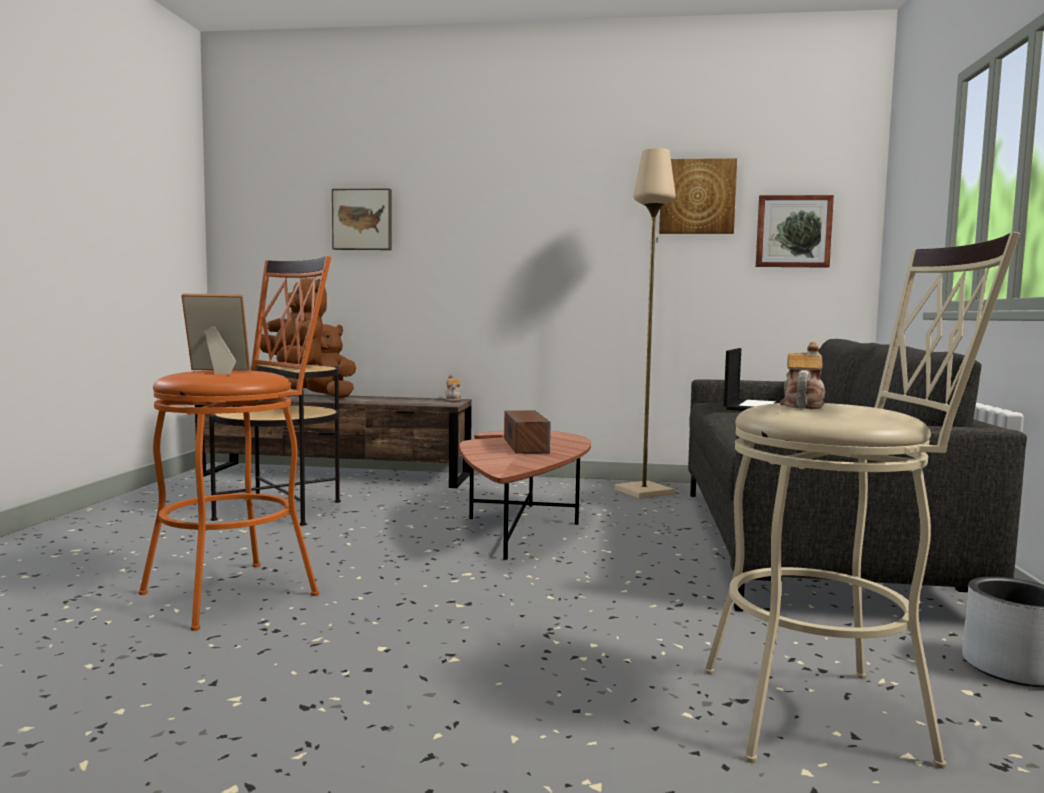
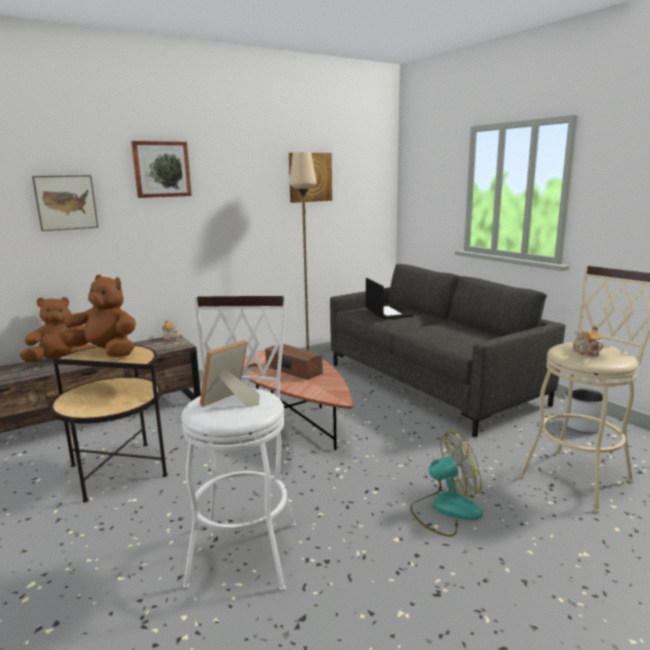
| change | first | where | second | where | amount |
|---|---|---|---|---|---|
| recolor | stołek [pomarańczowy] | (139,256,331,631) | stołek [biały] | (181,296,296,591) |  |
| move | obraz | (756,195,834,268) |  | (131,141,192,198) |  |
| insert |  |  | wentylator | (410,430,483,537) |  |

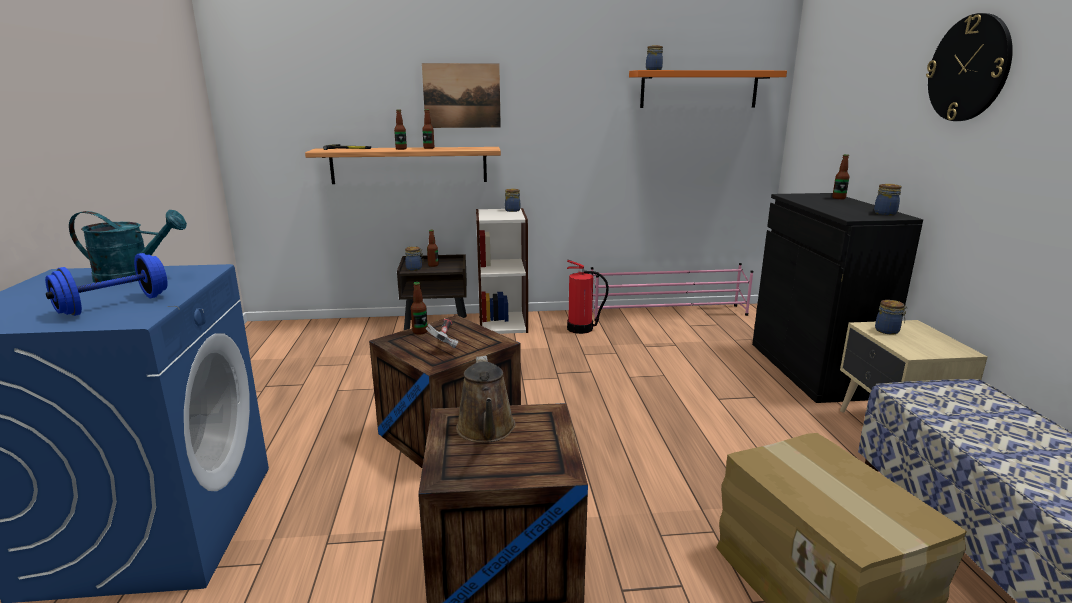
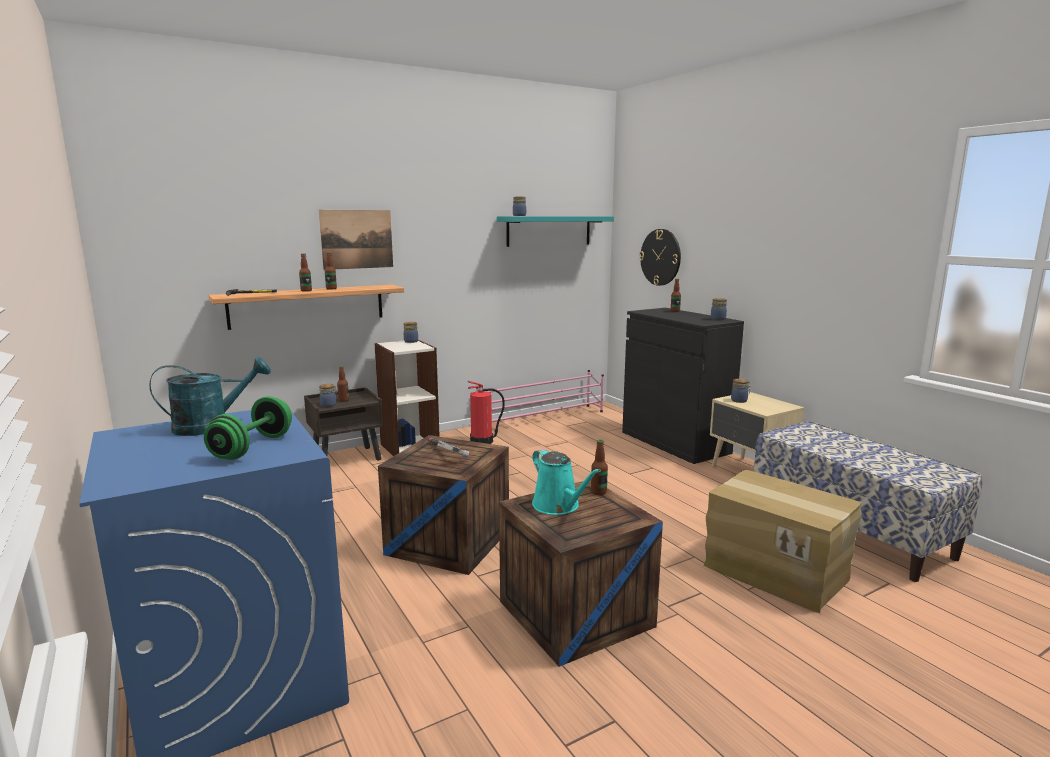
| change | first | where | second | where | amount |
|---|---|---|---|---|---|
| recolor | hantel [niebieski] | (45,253,168,316) | hantel [zielony] | (204,396,292,460) |  |
| move | butelka | (411,282,428,335) |  | (591,439,608,495) |  |
| recolor | konewka [brązowy] | (456,356,516,443) | konewka [turkusowy] | (532,449,601,515) |  |
| recolor | półka [pomarańczowy] | (629,70,787,108) | półka [turkusowy] | (497,216,614,247) |  |
| move | zegar ścienny | (926,13,1013,121) |  | (639,229,681,286) |  |

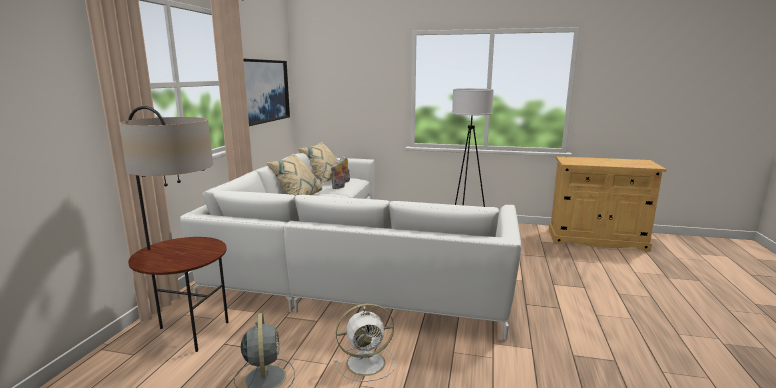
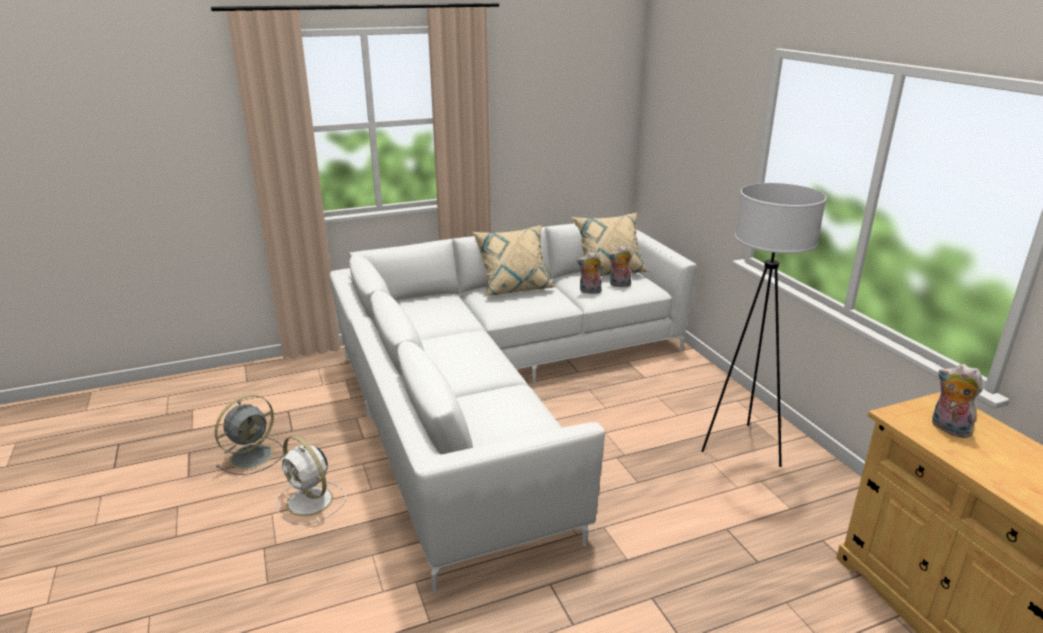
| change | first | where | second | where | amount |
|---|---|---|---|---|---|
| delete | lampa stojąca | (119,106,228,352) |  |  |  |
| delete | obraz | (243,59,290,126) |  |  |  |
| insert |  |  | pluszak | (932,364,983,438) |  |

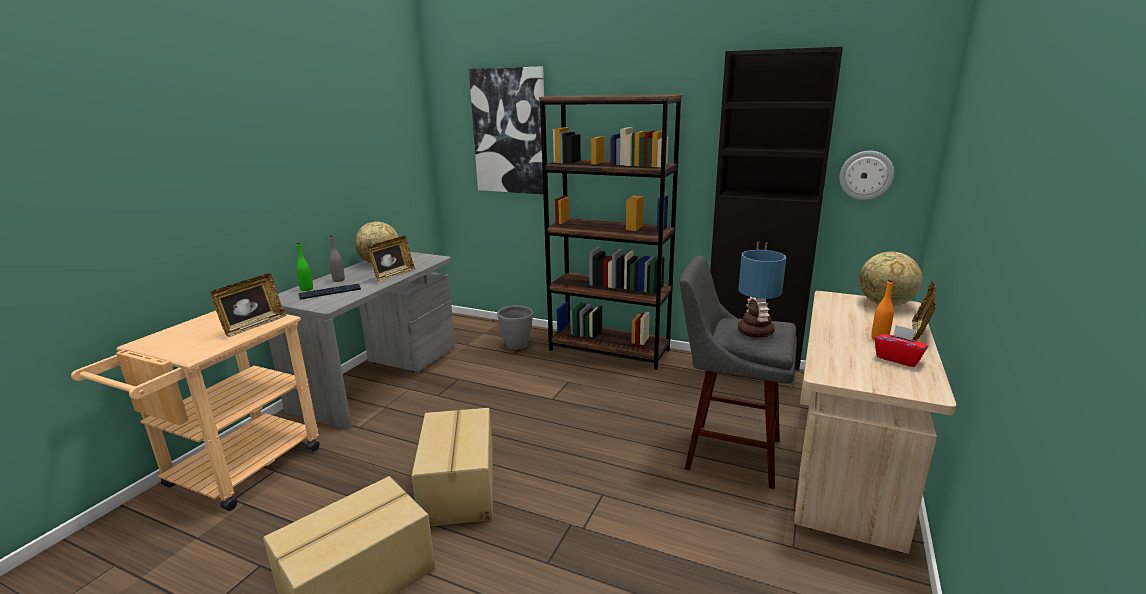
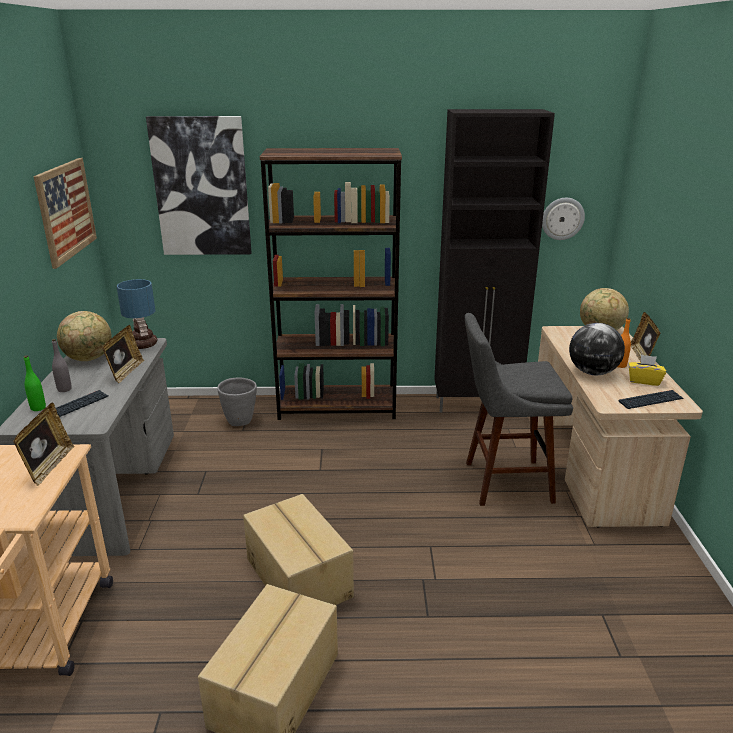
| change | first | where | second | where | amount |
|---|---|---|---|---|---|
| move | lampa stołowa | (738,250,786,338) |  | (117,279,158,349) |  |
| recolor | pudełko chusteczek [czerwony] | (875,325,928,367) | pudełko chusteczek [żółty] | (628,355,666,386) |  |
| insert |  |  | obraz | (33,158,97,269) |  |
| insert |  |  | globus | (569,323,625,375) |  |
| insert |  |  | klawiatura | (618,390,683,409) |  |

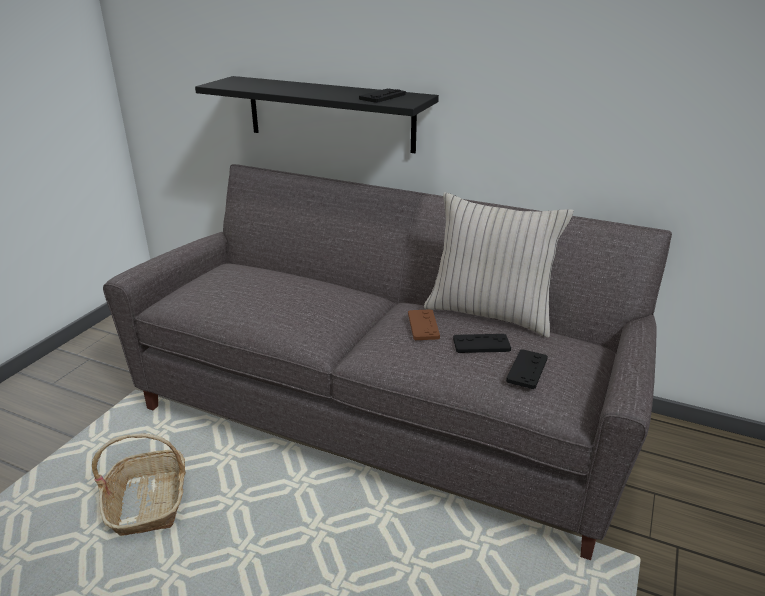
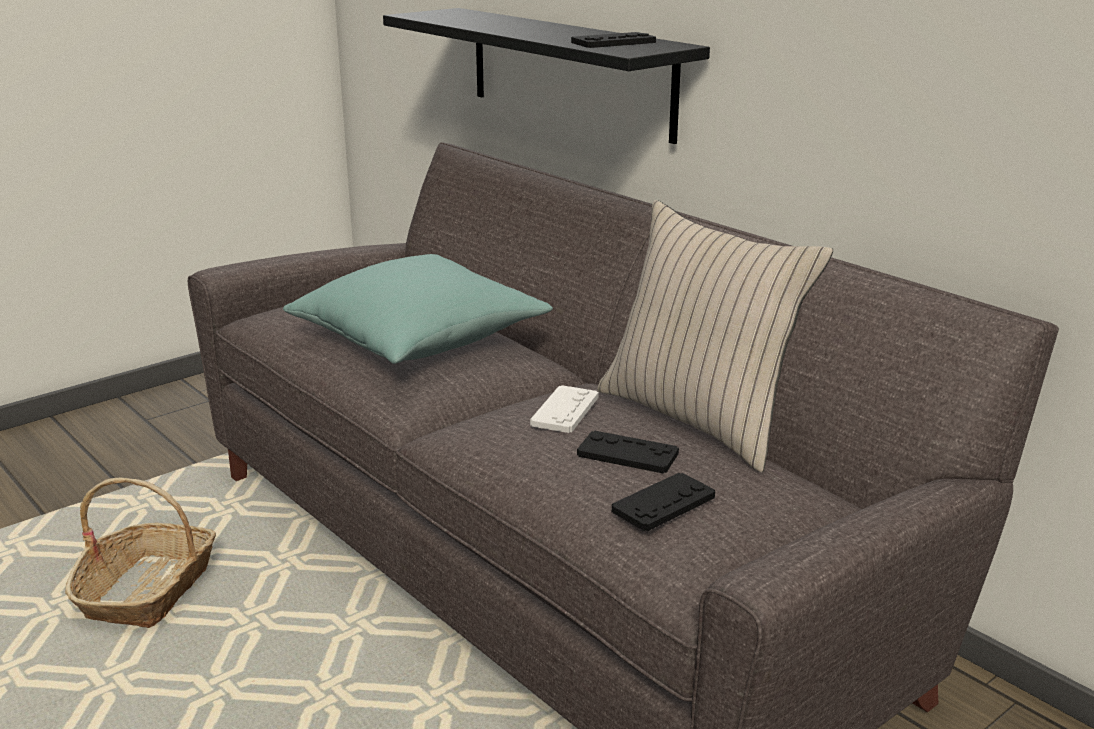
| change | first | where | second | where | amount |
|---|---|---|---|---|---|
| recolor | pad do gier [brązowy] | (408,309,440,340) | pad do gier [biały] | (530,385,599,433) |  |
| insert |  |  | poduszka [turkusowy] | (283,254,553,364) |  |

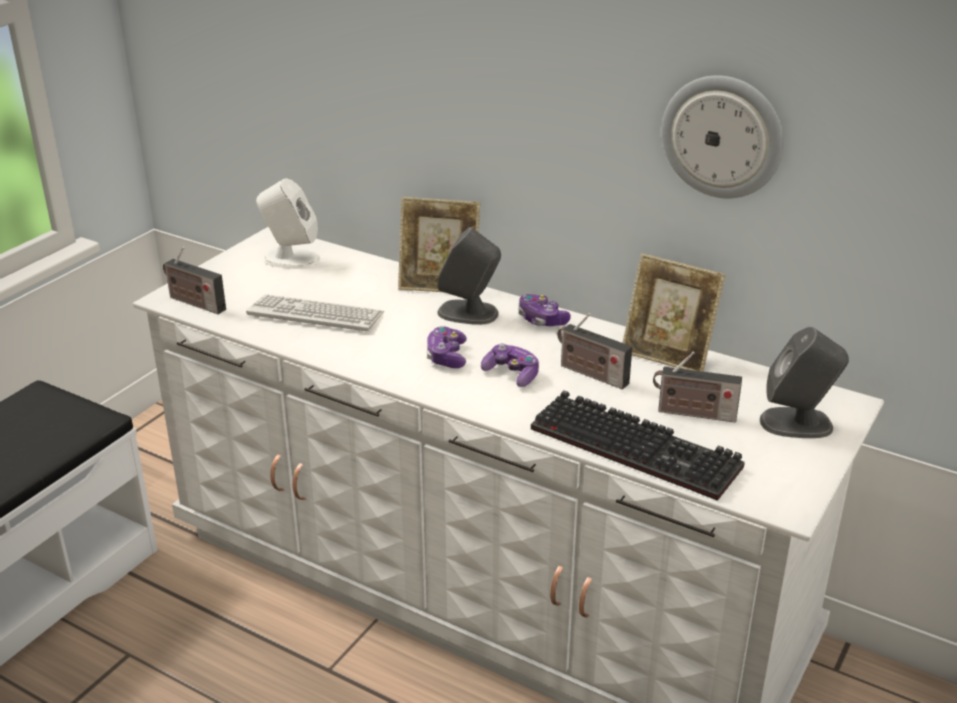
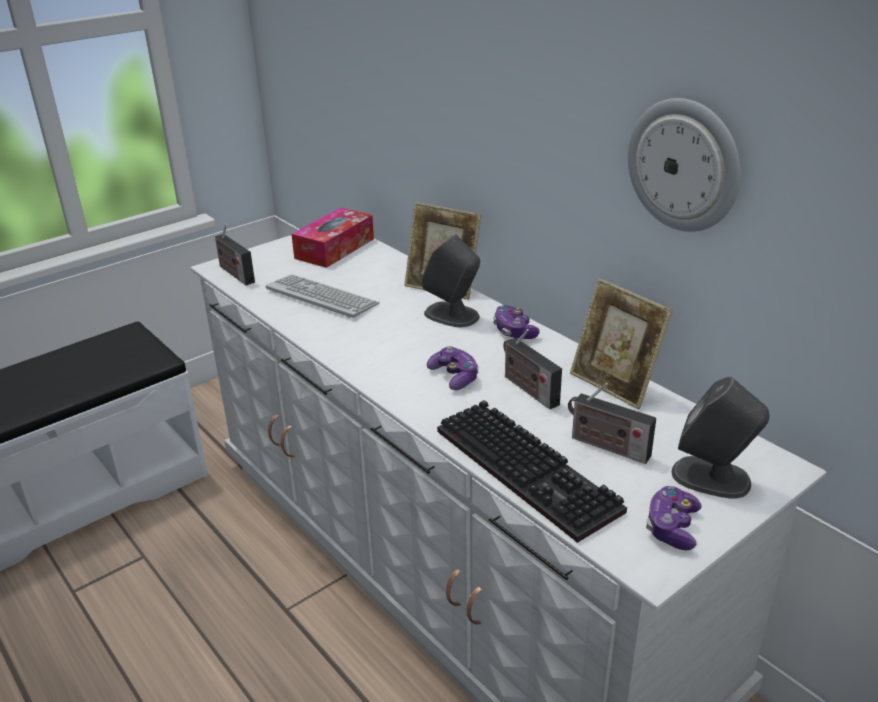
| change | first | where | second | where | amount |
|---|---|---|---|---|---|
| replace | głośnik [biały] | (256,178,320,269) | pudełko chusteczek | (291,208,374,268) |  |
| move | pad do gier | (426,326,467,368) |  | (646,486,702,550) |  |

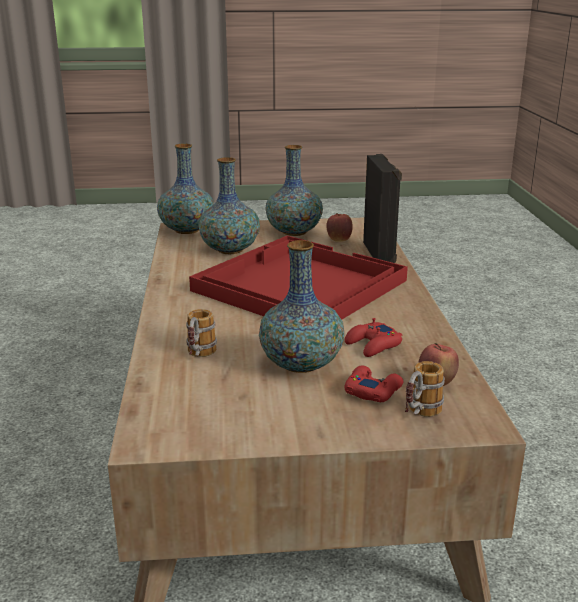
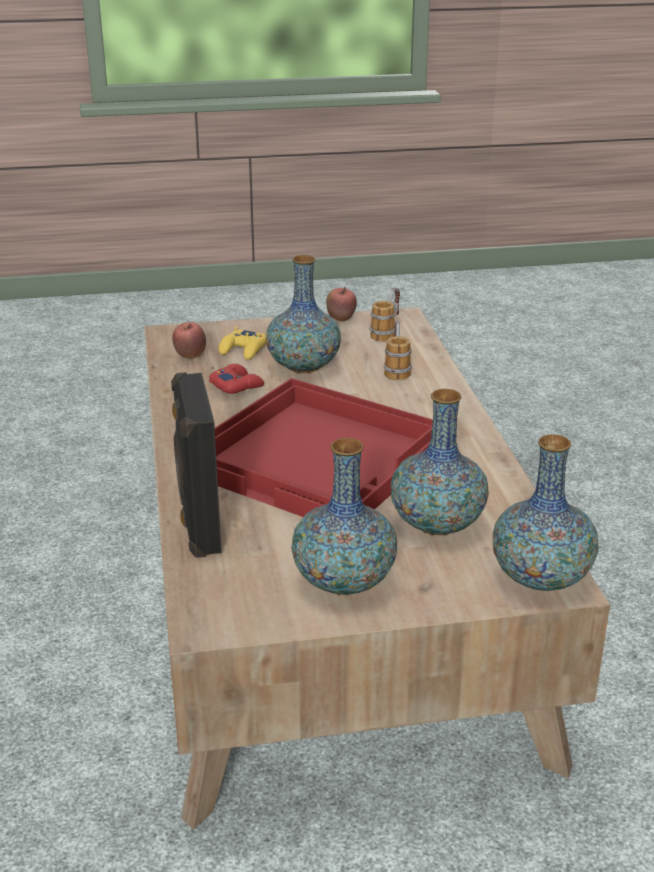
| change | first | where | second | where | amount |
|---|---|---|---|---|---|
| move | jabłko | (326,213,353,242) |  | (326,287,357,322) |  |
| recolor | pad do gier [czerwony] | (345,365,403,402) | pad do gier [żółty] | (219,326,266,360) |  |
| move | kubek | (405,361,445,417) |  | (370,287,400,342) |  |

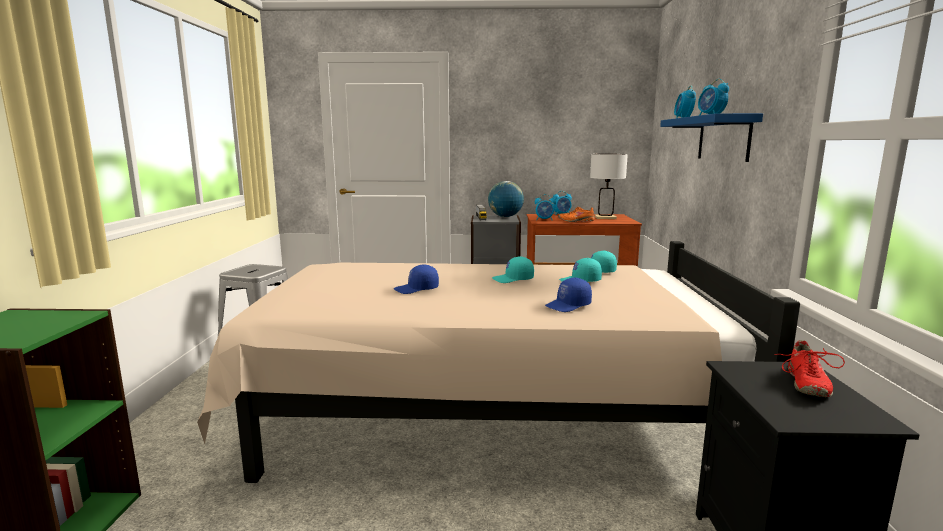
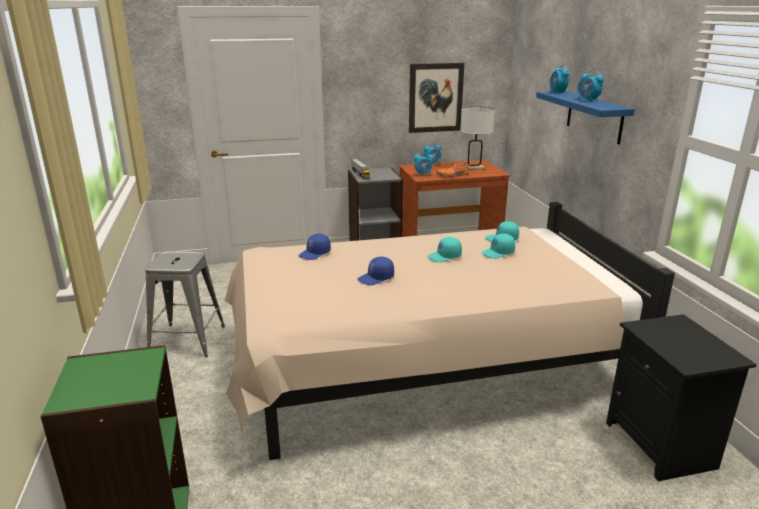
| change | first | where | second | where | amount |
|---|---|---|---|---|---|
| delete | globus | (488,181,524,217) |  |  |  |
| move | czapka z daszkiem [niebieski] | (545,278,592,312) |  | (298,234,331,260) |  |
| delete | but [czerwony] | (774,340,845,397) |  |  |  |
| insert |  |  | obraz | (409,63,464,133) |  |

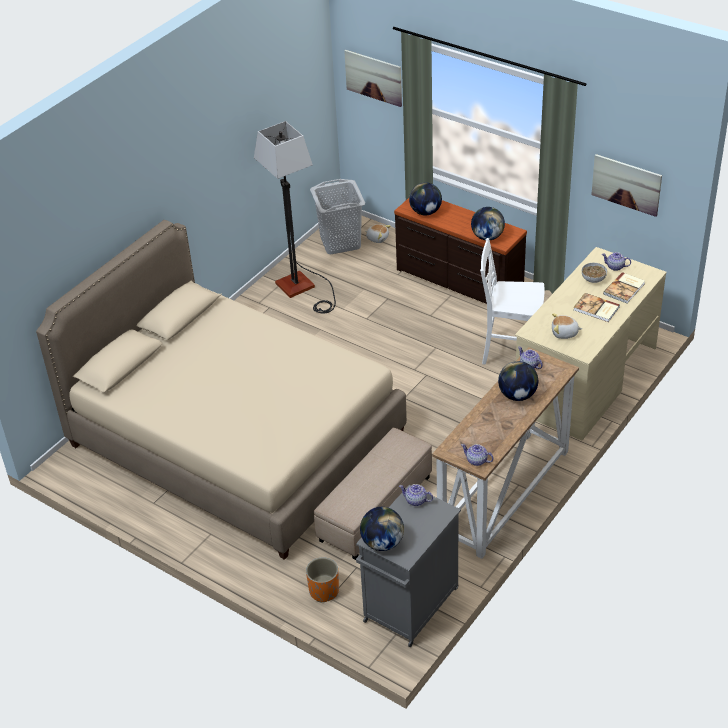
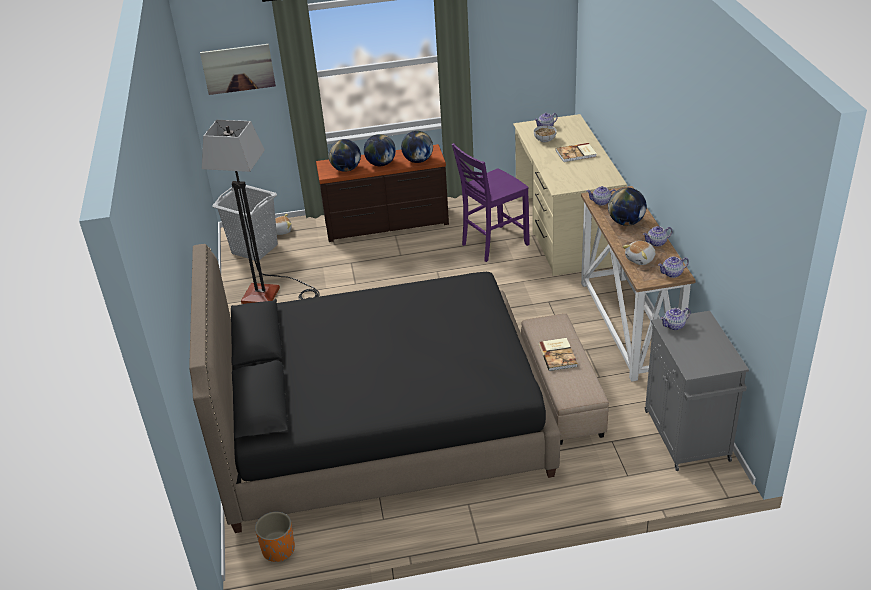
| change | first | where | second | where | amount |
|---|---|---|---|---|---|
| recolor | łóżko [beżowy] | (36,220,407,560) | łóżko [czarny] | (189,244,560,533) |  |
| move | donica [pomarańczowy] | (306,557,339,602) |  | (255,512,295,562) |  |
| move | globus | (360,507,404,551) |  | (364,134,396,166) |  |
| recolor | krzesło [biały] | (480,238,544,365) | krzesło [fioletowy] | (452,143,530,262) |  |
| move | pluszak | (552,313,583,339) |  | (622,241,656,265) |  |
| delete | obraz | (591,154,662,217) |  |  |  |
| move | książka | (603,272,645,303) |  | (538,338,578,371) |  |
| insert |  |  | imbryk | (643,226,672,247) |  |

